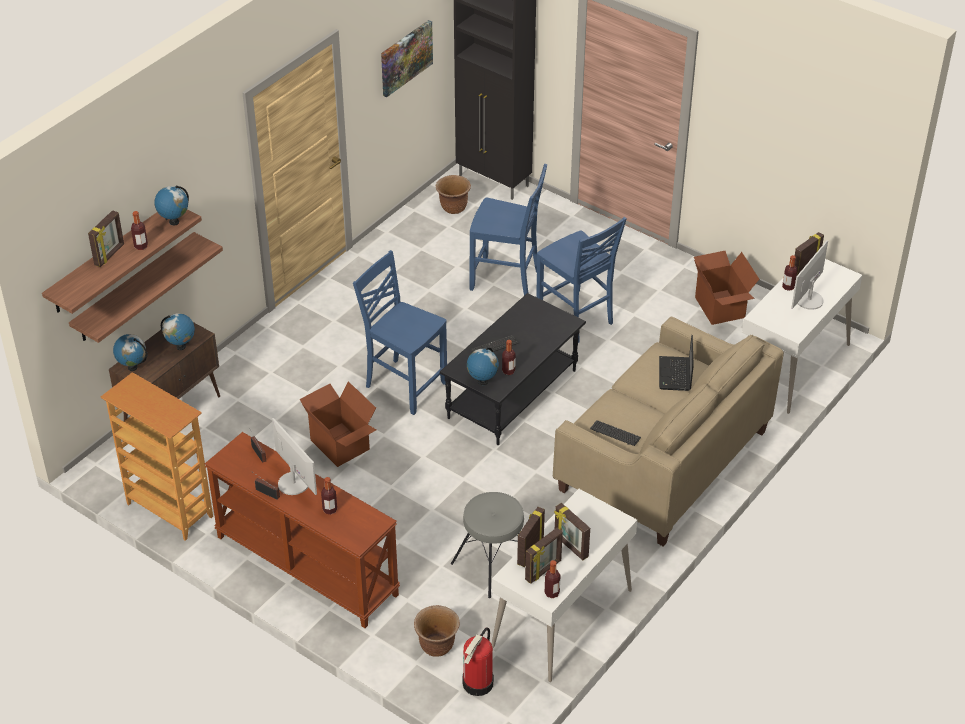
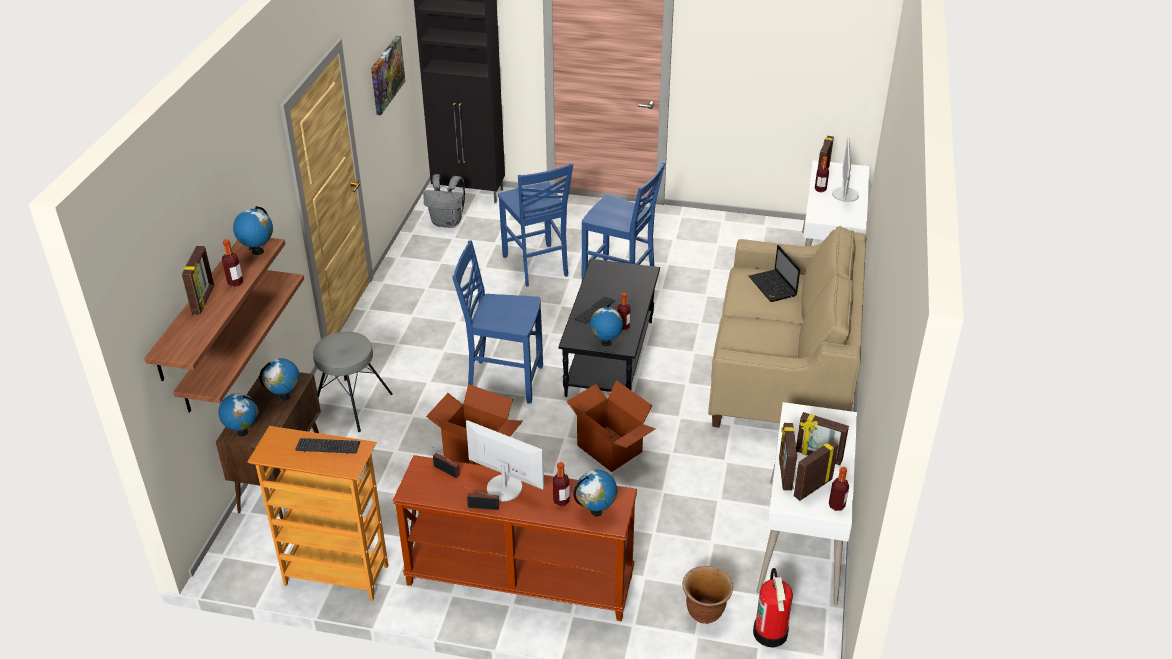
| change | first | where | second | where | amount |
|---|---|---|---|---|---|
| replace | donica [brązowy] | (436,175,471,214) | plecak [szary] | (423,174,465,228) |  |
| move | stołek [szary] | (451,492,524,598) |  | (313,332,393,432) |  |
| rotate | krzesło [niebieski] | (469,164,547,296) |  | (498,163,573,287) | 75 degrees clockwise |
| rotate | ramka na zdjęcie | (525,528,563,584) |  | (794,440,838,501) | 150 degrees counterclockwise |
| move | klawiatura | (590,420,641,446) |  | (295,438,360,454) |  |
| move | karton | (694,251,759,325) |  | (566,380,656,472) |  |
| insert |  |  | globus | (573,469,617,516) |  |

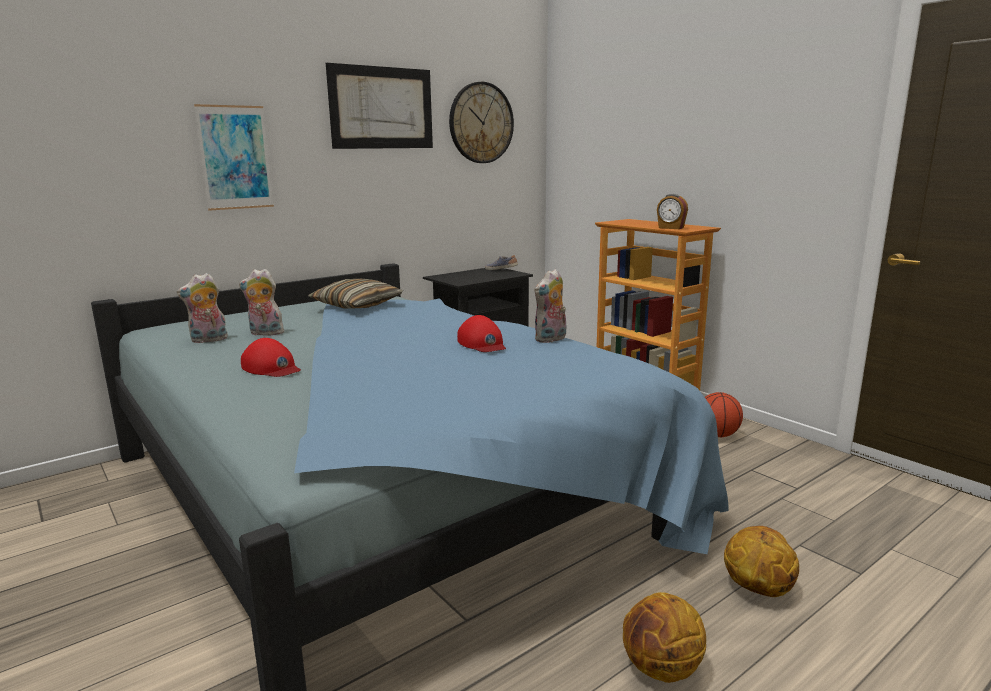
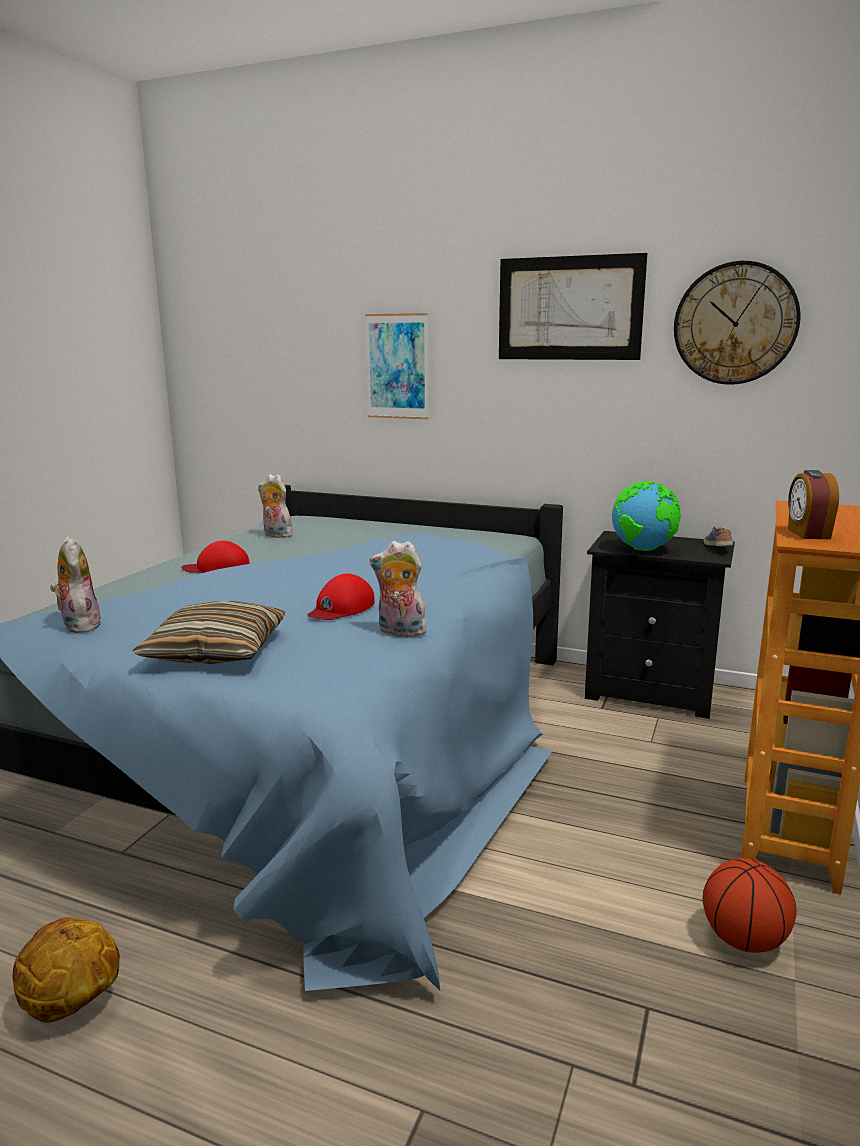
| change | first | where | second | where | amount |
|---|---|---|---|---|---|
| move | pluszak | (239,269,284,336) |  | (50,536,102,633) |  |
| rotate | czapka z daszkiem [czerwony] | (241,338,301,377) |  | (181,541,250,573) | 75 degrees clockwise |
| move | poduszka | (308,279,403,309) |  | (132,601,285,664) |  |
| delete | piłka do koszykówki | (724,526,799,597) |  |  |  |
| insert |  |  | globus | (612,482,681,551) |  |

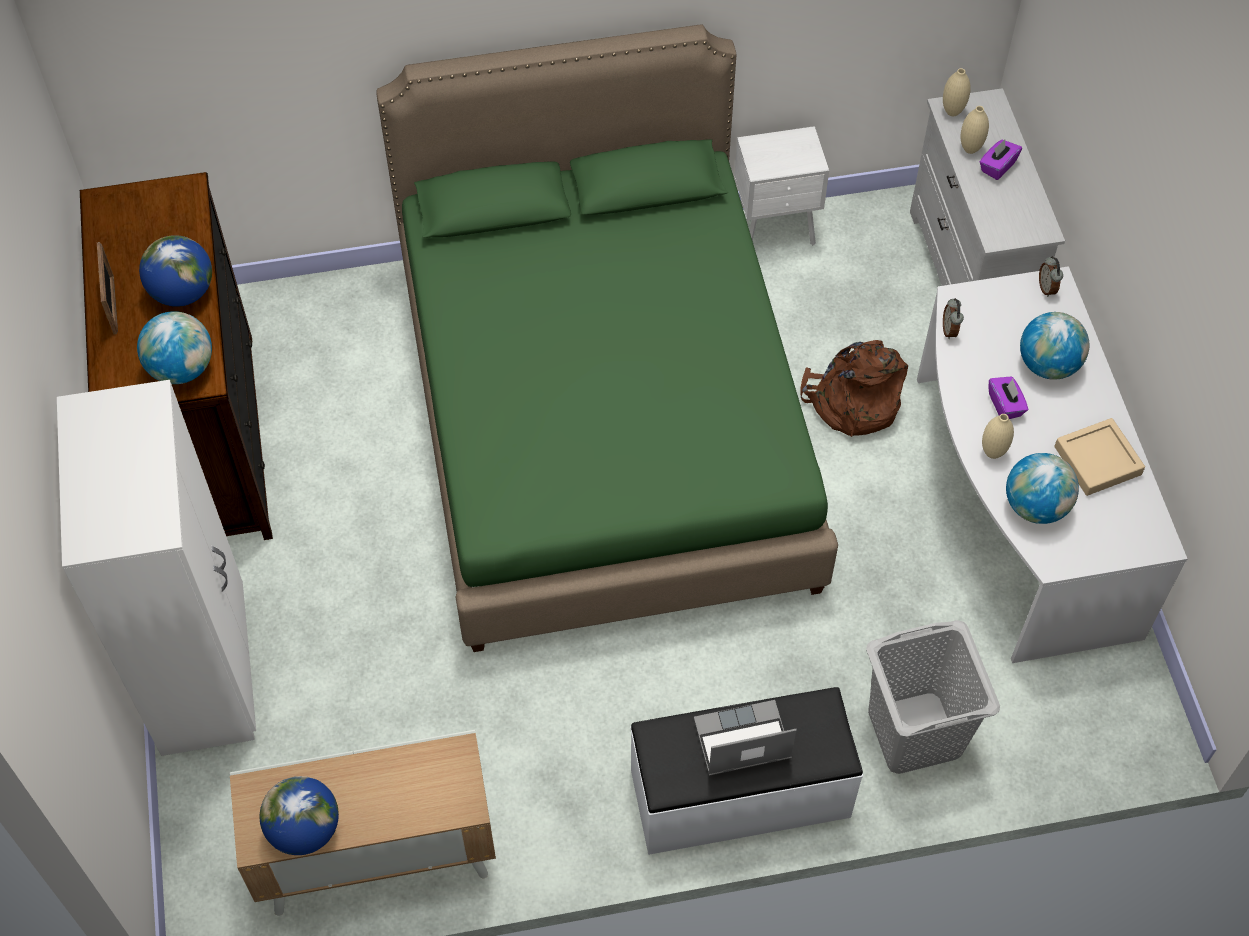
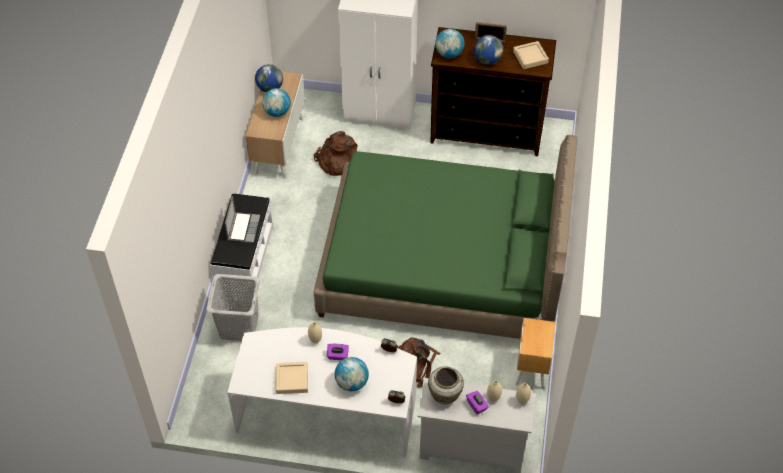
| change | first | where | second | where | amount |
|---|---|---|---|---|---|
| recolor | szafka nocna [biały] | (734,126,829,246) | szafka nocna [brązowy] | (516,318,555,389) |  |
| move | globus | (1006,453,1079,524) |  | (262,88,291,117) |  |
| insert |  |  | plecak [brązowy] | (314,131,358,176) |  |
| insert |  |  | wazon [beżowy] | (428,367,464,404) |  |
| insert |  |  | taca [beżowy] | (513,41,549,69) |  |

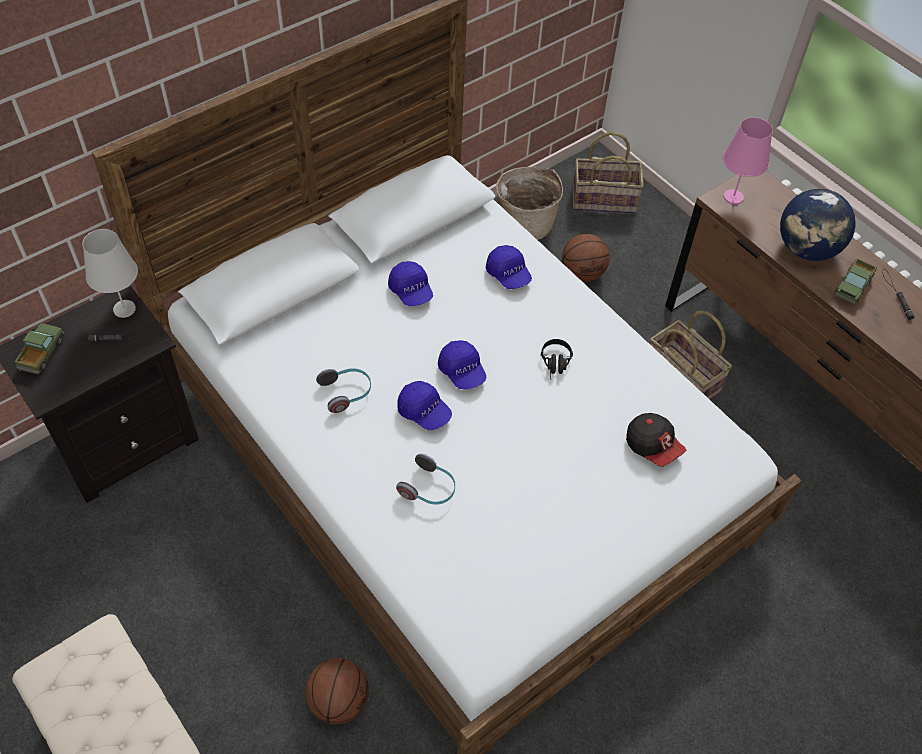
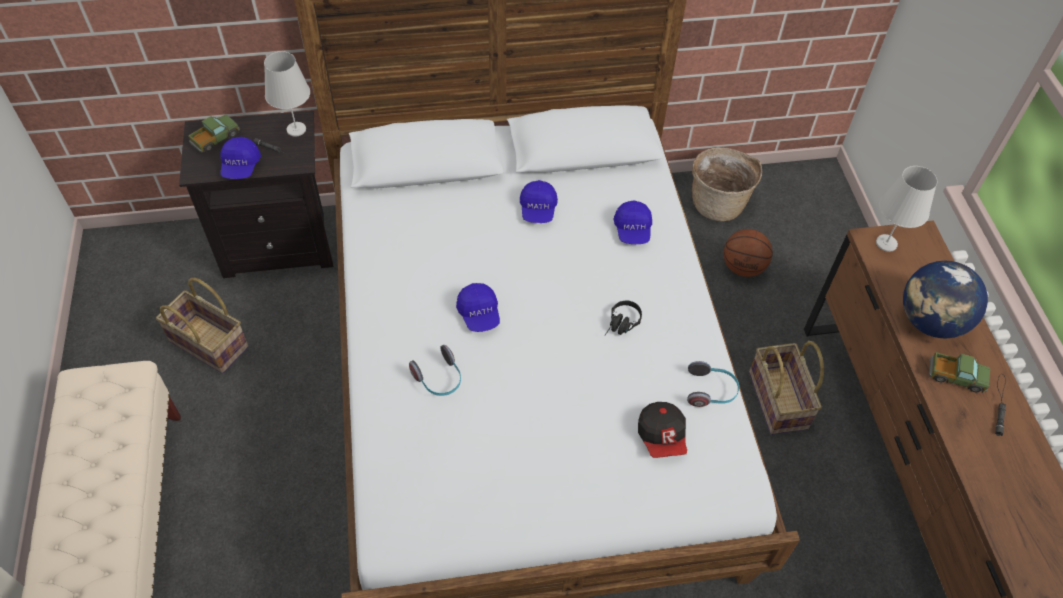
| change | first | where | second | where | amount |
|---|---|---|---|---|---|
| delete | piłka do koszykówki | (305,658,369,724) |  |  |  |
| move | słuchawki | (316,368,371,413) |  | (687,361,739,407) |  |
| move | czapka z daszkiem [niebieski] | (438,340,486,389) |  | (220,137,261,179) |  |
| move | koszyk | (573,132,644,213) |  | (156,278,249,374) |  |
| recolor | lampa stołowa [różowy] | (723,117,773,205) | lampa stołowa [biały] | (876,166,937,252) |  |
| rotate | ciężarówka zabawkowa | (835,258,877,304) |  | (929,352,990,393) | 135 degrees counterclockwise |

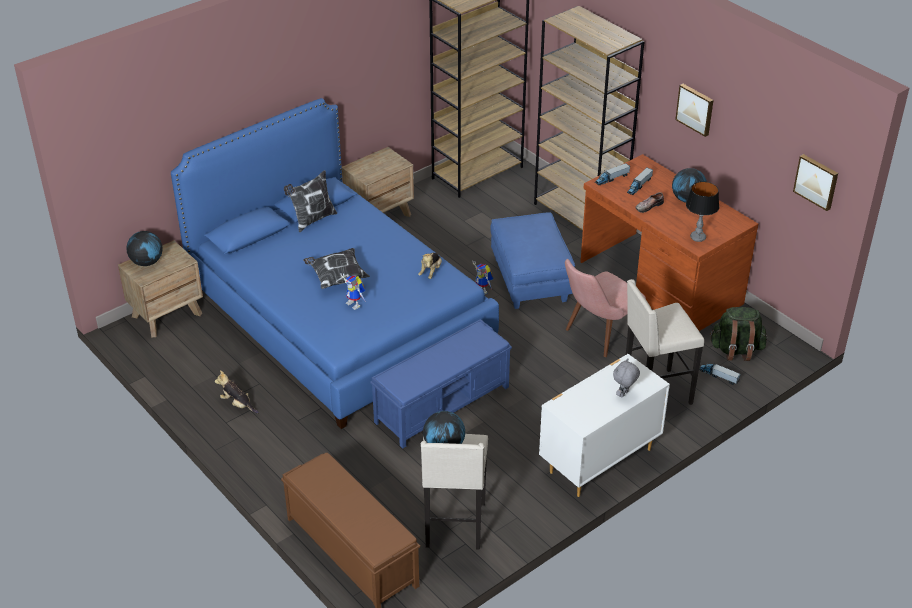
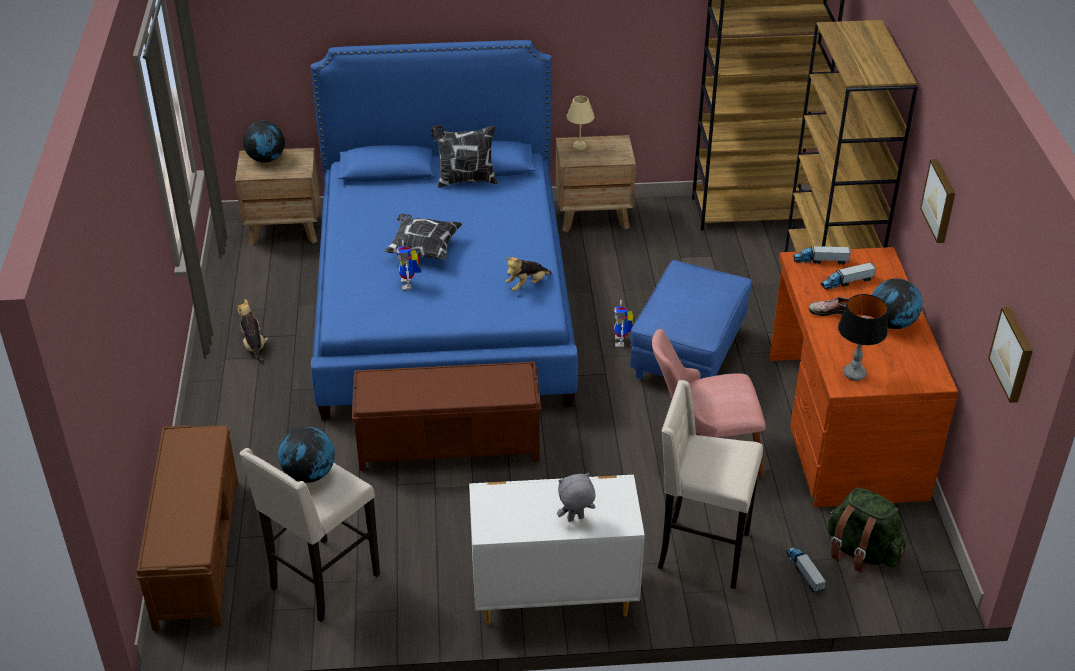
| change | first | where | second | where | amount |
|---|---|---|---|---|---|
| recolor | ławka [niebieski] | (370,319,512,449) | ławka [brązowy] | (352,362,541,471) |  |
| insert |  |  | lampa stołowa [beżowy] | (567,96,595,150) |  |

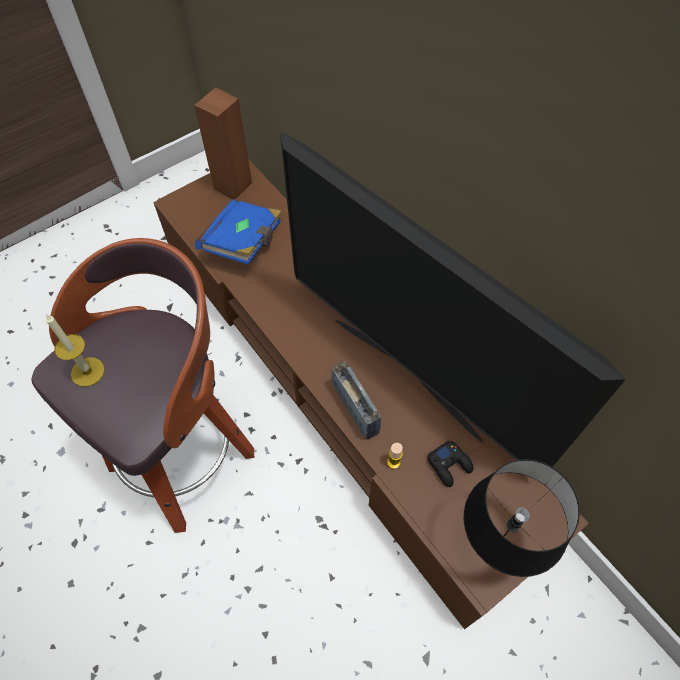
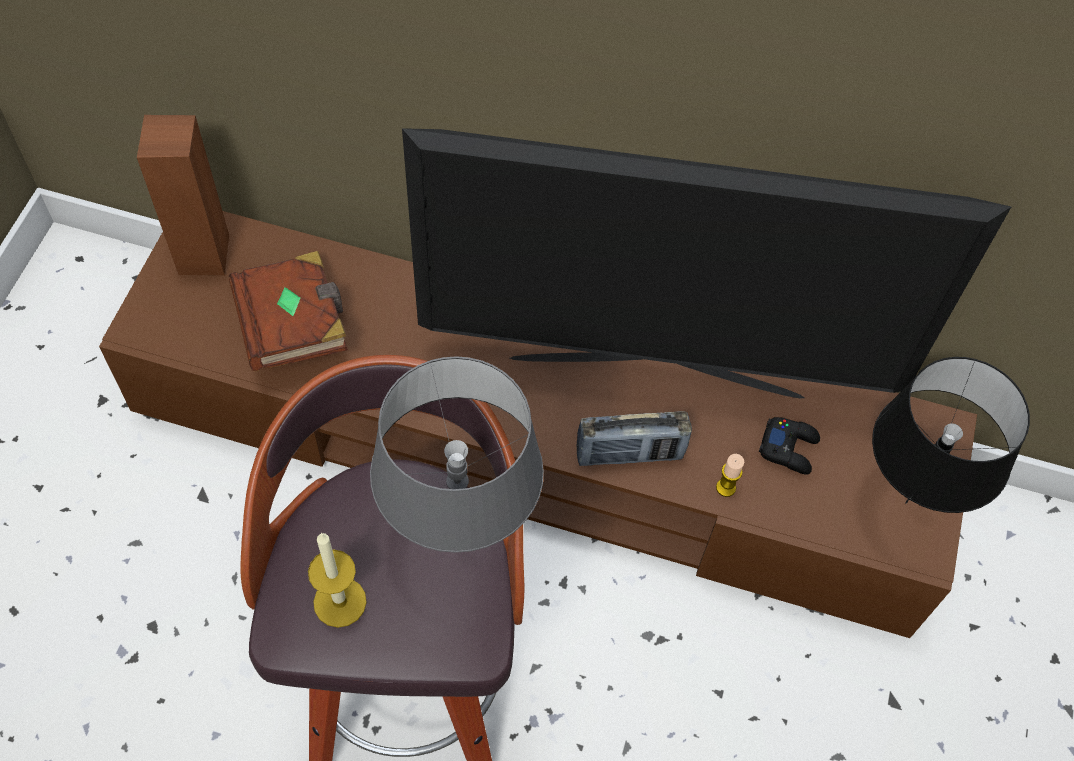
| change | first | where | second | where | amount |
|---|---|---|---|---|---|
| recolor | książka [niebieski] | (195,199,282,265) | książka [brązowy] | (229,251,348,371) |  |
| rotate | radio | (331,361,381,439) |  | (577,411,692,466) | 150 degrees clockwise |
| insert |  |  | lampa stołowa [szary] | (370,356,544,553) |  |

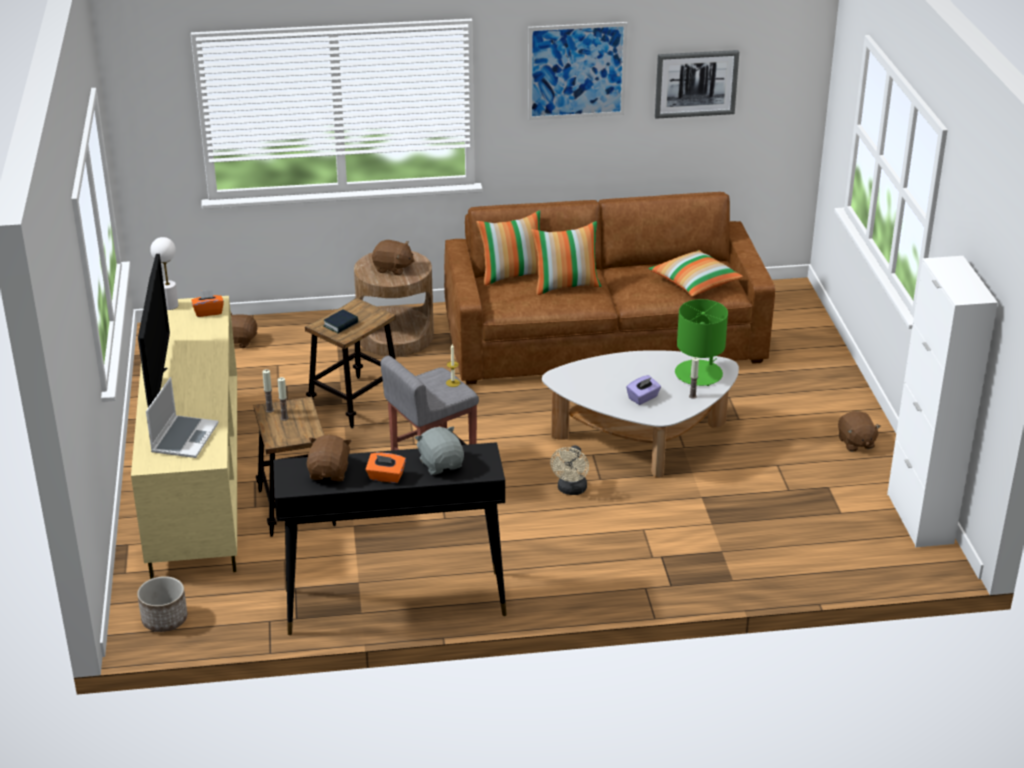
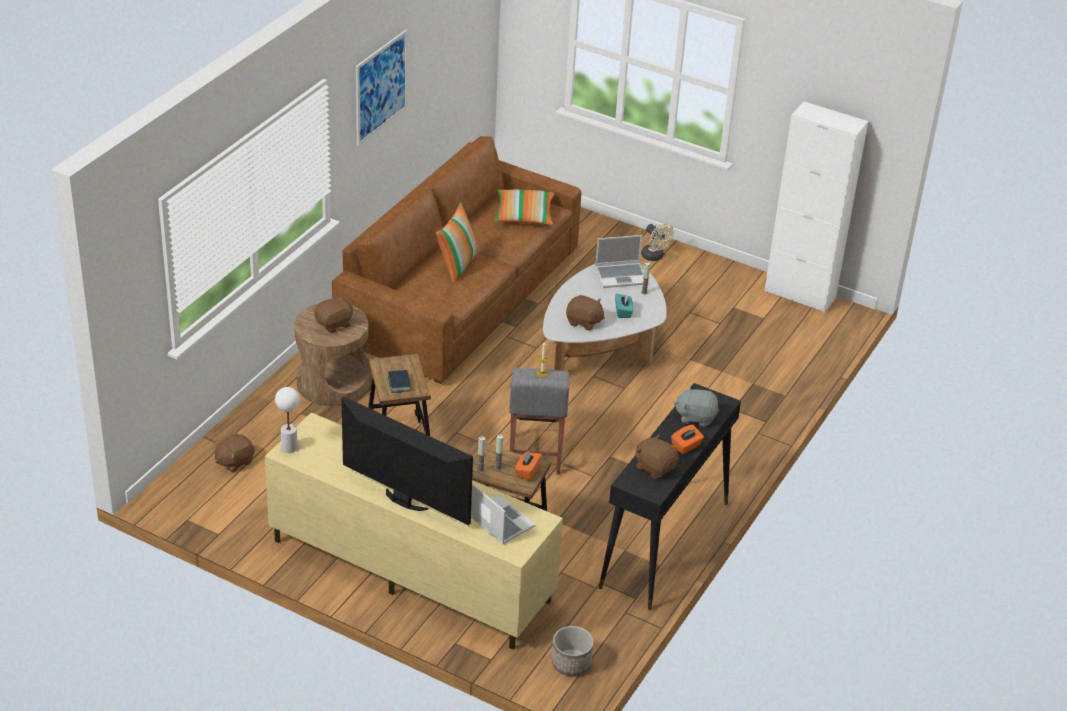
| change | first | where | second | where | amount |
|---|---|---|---|---|---|
| move | pudełko chusteczek [pomarańczowy] | (191,289,224,317) |  | (515,450,542,480) |  |
| delete | poduszka | (476,210,540,286) |  |  |  |
| move | wentylator [beżowy] | (550,445,589,495) |  | (641,223,674,261) |  |
| recolor | pudełko chusteczek [fioletowy] | (626,375,661,405) | pudełko chusteczek [turkusowy] | (615,293,633,318) |  |
| delete | obraz | (655,50,739,119) |  |  |  |
| replace | lampa stołowa [zielony] | (675,299,728,386) | laptop | (595,235,644,288) |  |
| move | pluszak [brązowy] | (838,411,881,452) |  | (566,295,605,330) |  |

